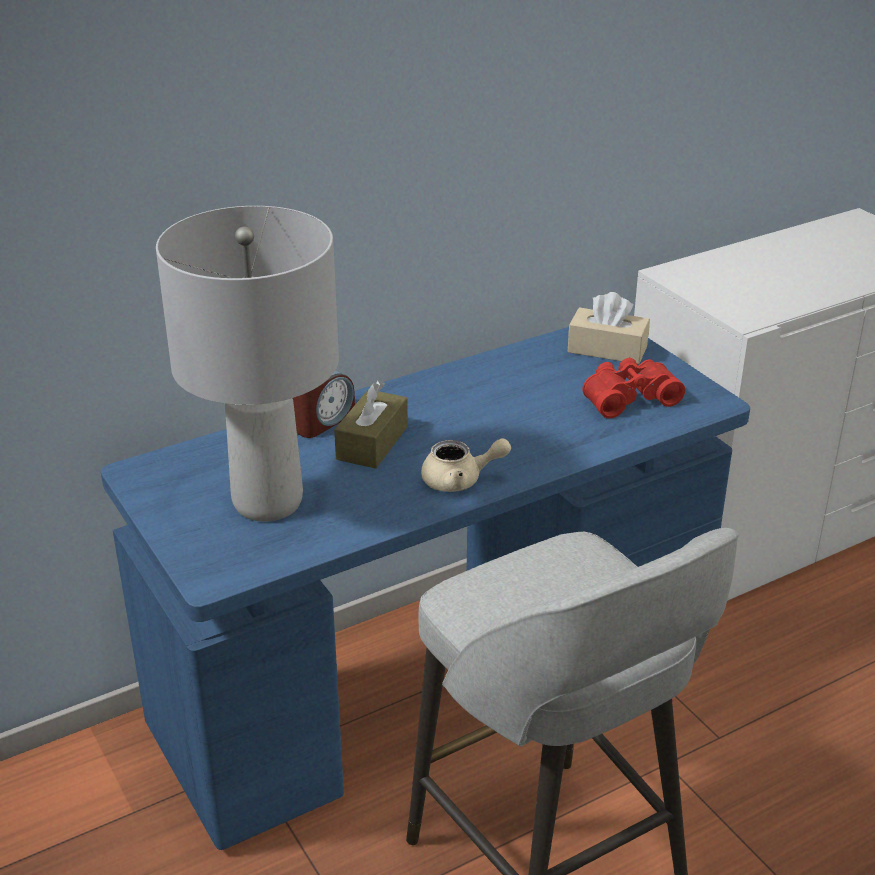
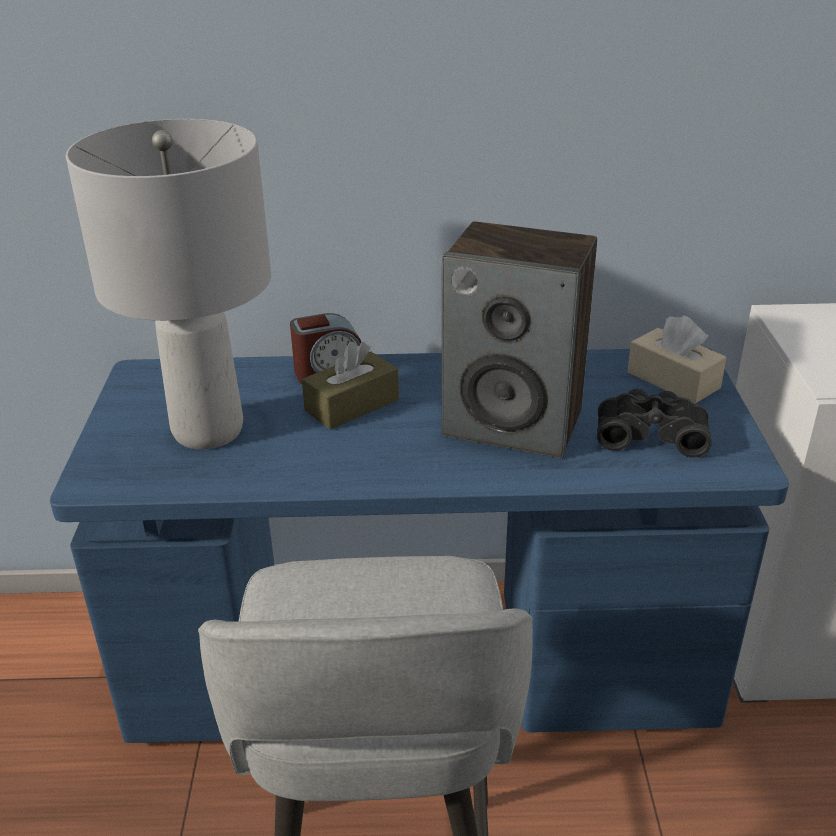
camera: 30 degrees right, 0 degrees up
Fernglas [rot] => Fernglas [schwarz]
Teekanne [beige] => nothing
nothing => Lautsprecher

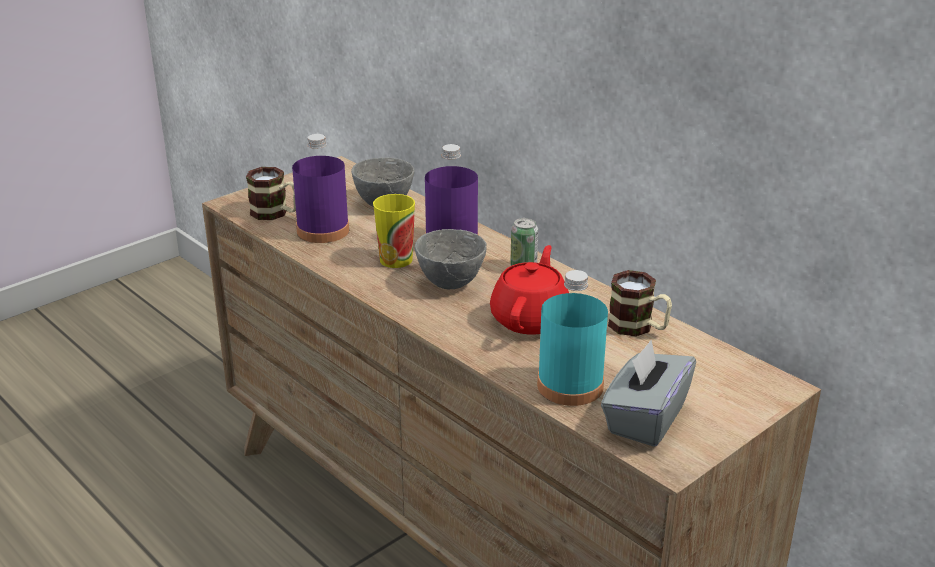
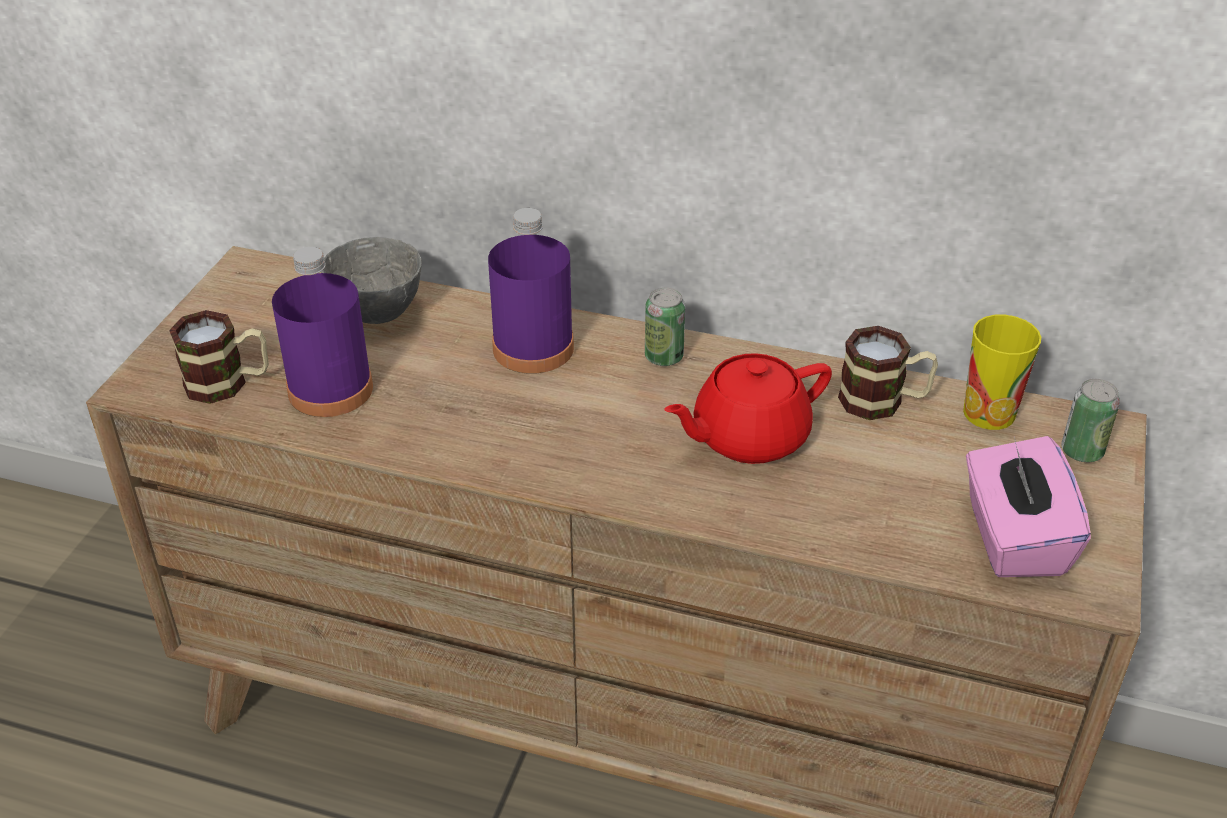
camera: 30 degrees left, 10 degrees up
Tasse, shifted
Schüssel [grau] (no. 2 from left) => nothing
Teekanne [rot], 105 degrees counterclockwise
Flasche [türkis] => nothing
Taschentuchbox [grau] => Taschentuchbox [rosa]
nothing => Dose (no. 2 from left)

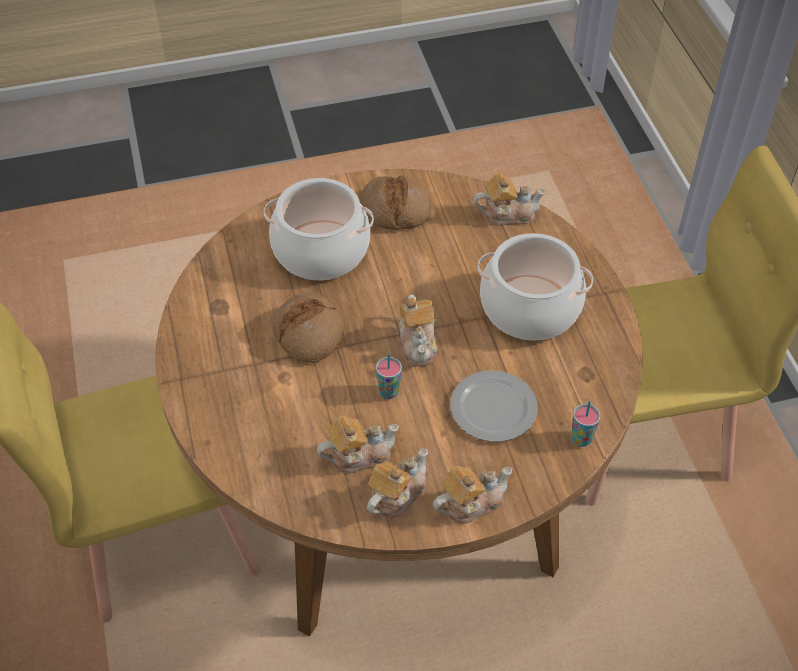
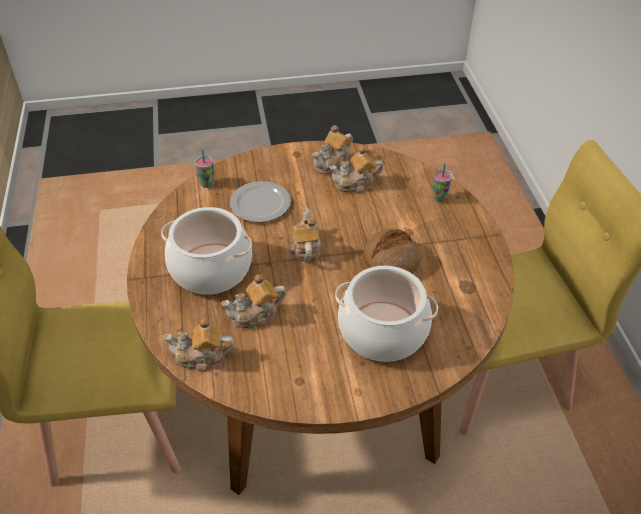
camera: 175 degrees left, 5 degrees down
Brot (no. 2 from left) => nothing
Tasse (no. 1 from left in the first image) => Tasse (no. 2 from left), shifted
Teekanne (no. 4 from left in the first image) => Teekanne (no. 2 from left), shifted

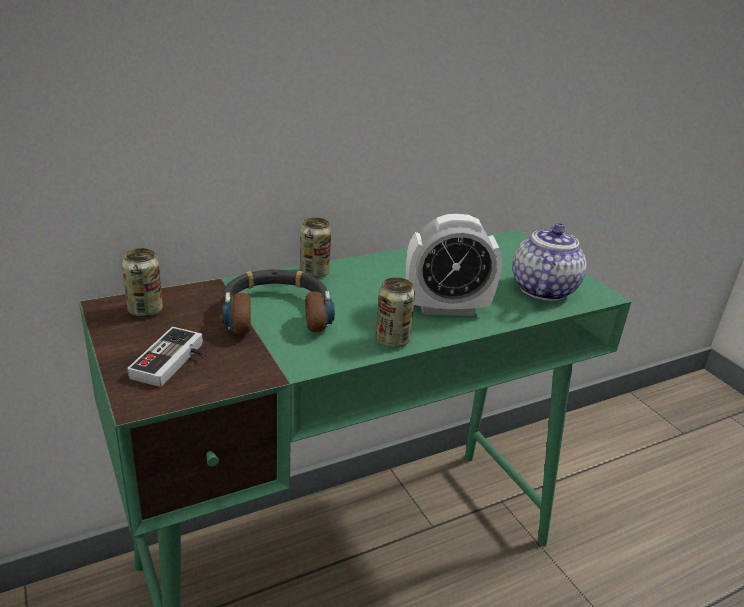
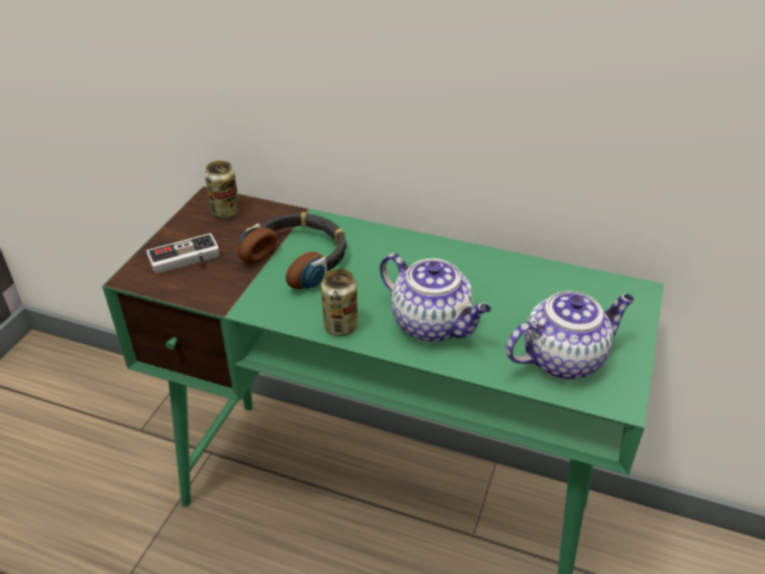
camera: 50 degrees right, 10 degrees up
Wecker => Teekanne (no. 1 from left)
Dose (no. 2 from left) => nothing

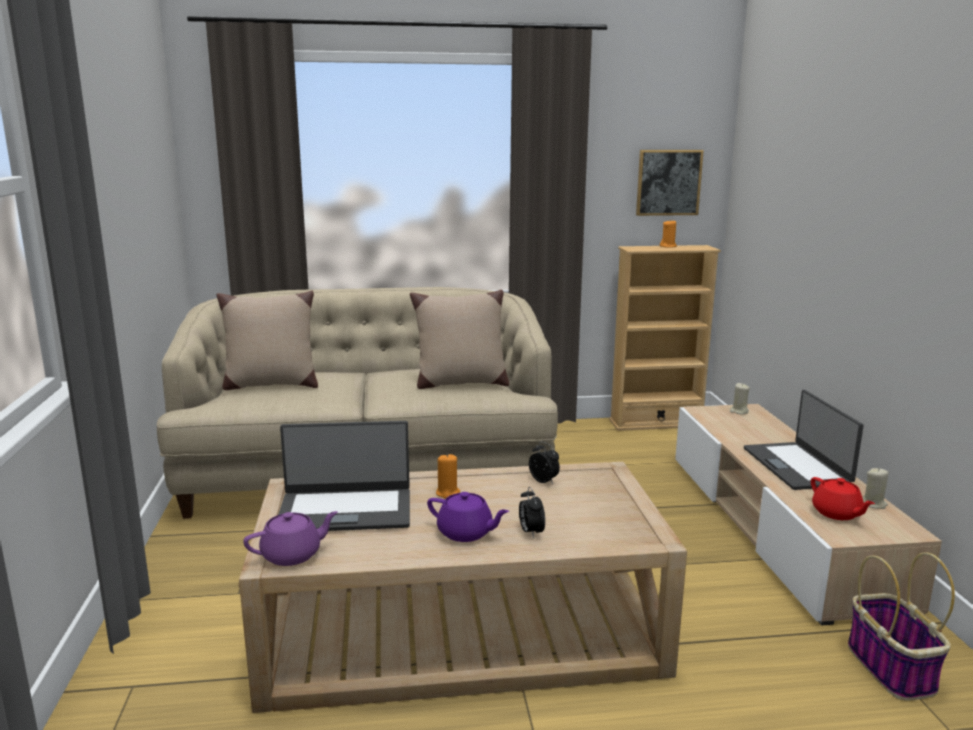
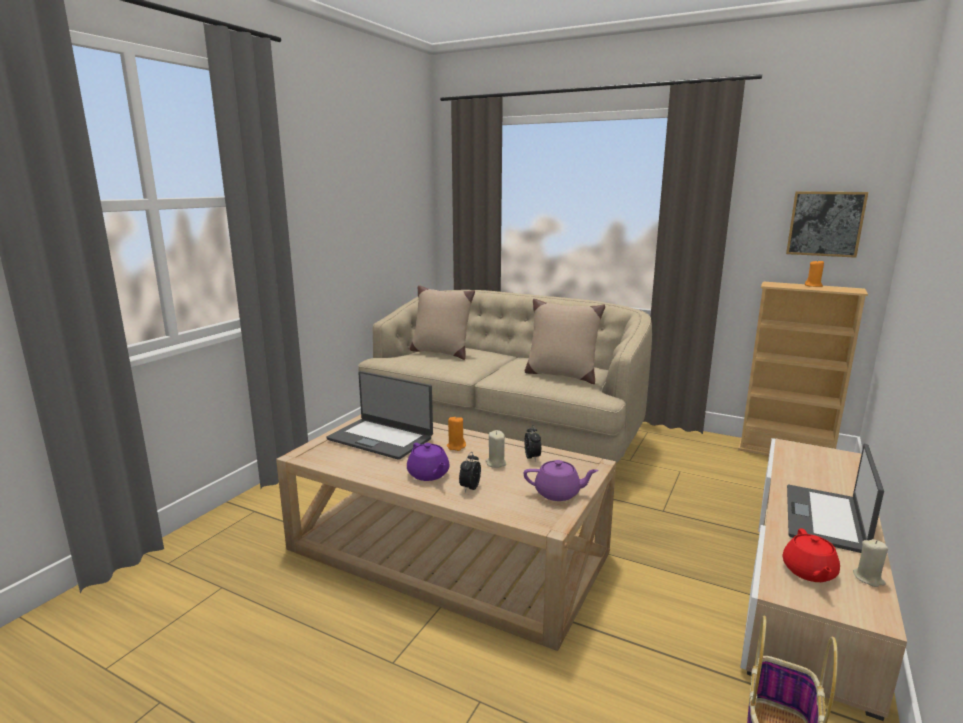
camera: 35 degrees right, 0 degrees up
Kerze [beige] (no. 1 from left), shifted
Teekanne [lila] (no. 1 from left in the first image) => Teekanne [lila] (no. 2 from left), shifted

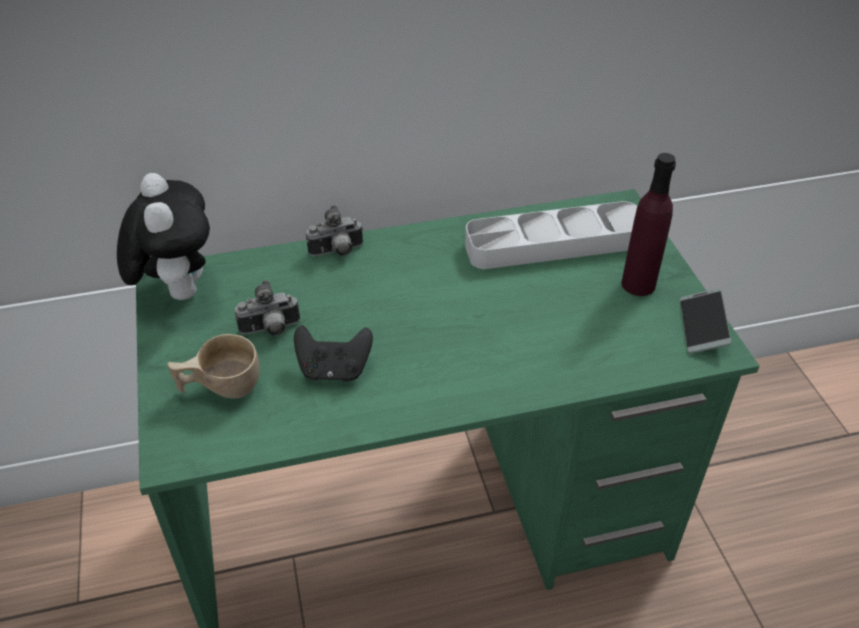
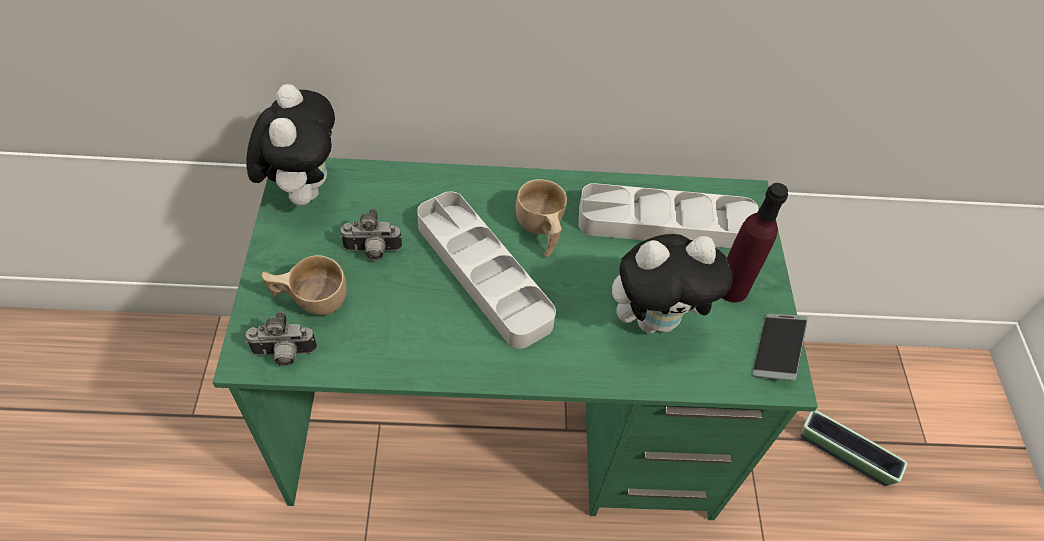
camera: 10 degrees right, 10 degrees up
Kamera (no. 2 from left in the first image) => Kamera (no. 1 from left), shifted
Gamepad [schwarz] => nothing
nothing => Tasse [beige] (no. 2 from left)
nothing => Tablett [grau] (no. 1 from left)
nothing => Plüschtier (no. 2 from left)
nothing => Pflanzkübel

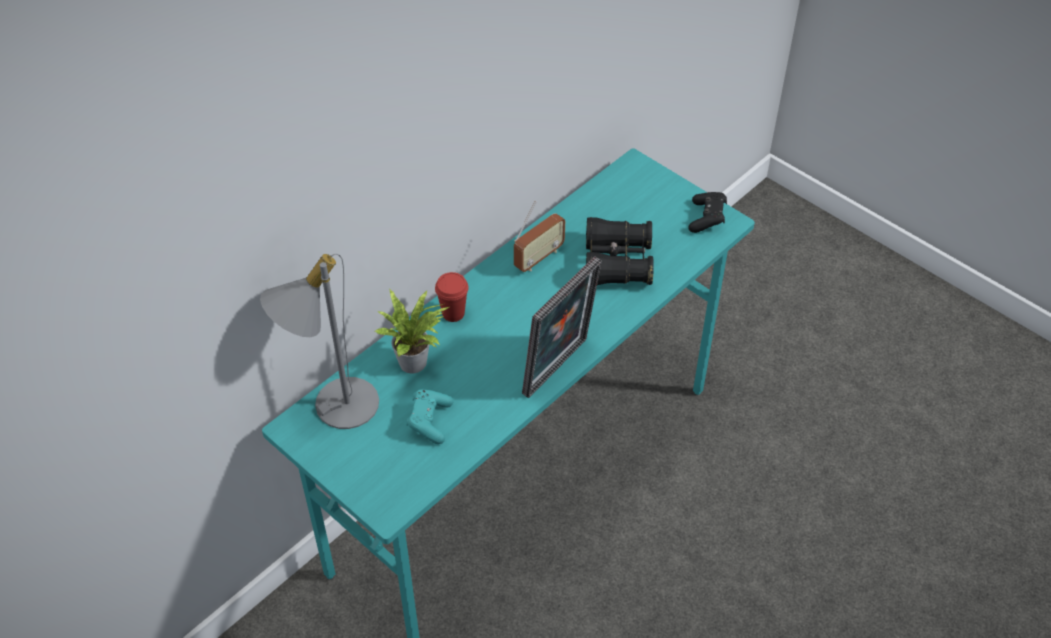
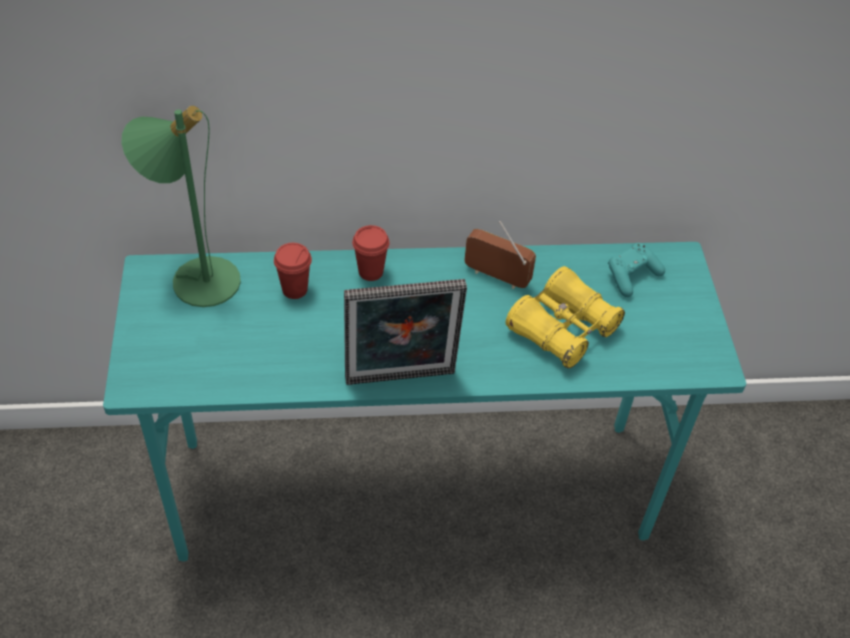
camera: 40 degrees right, 0 degrees up
Gamepad [schwarz] => nothing
Radio, 150 degrees counterclockwise
Fernglas [schwarz] => Fernglas [gelb]
Tischlampe [grau] => Tischlampe [grün]
Topfpflanze => Tasse [rot] (no. 1 from left)
Gamepad [türkis], shifted

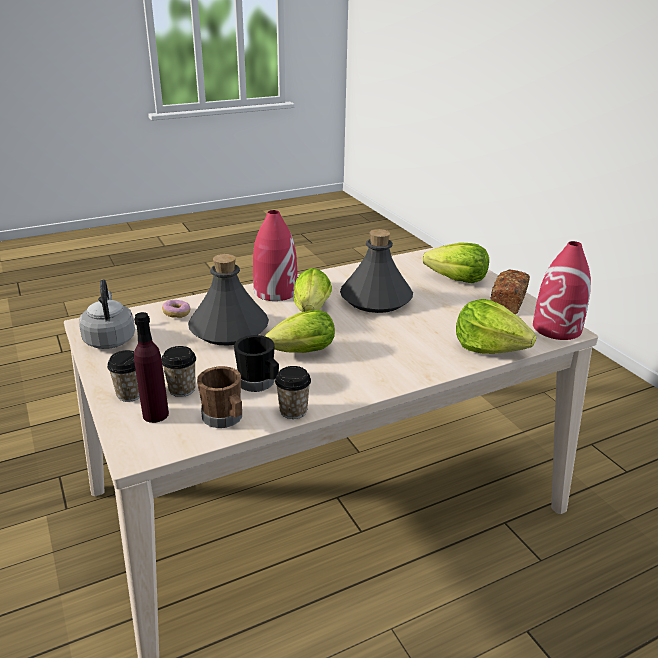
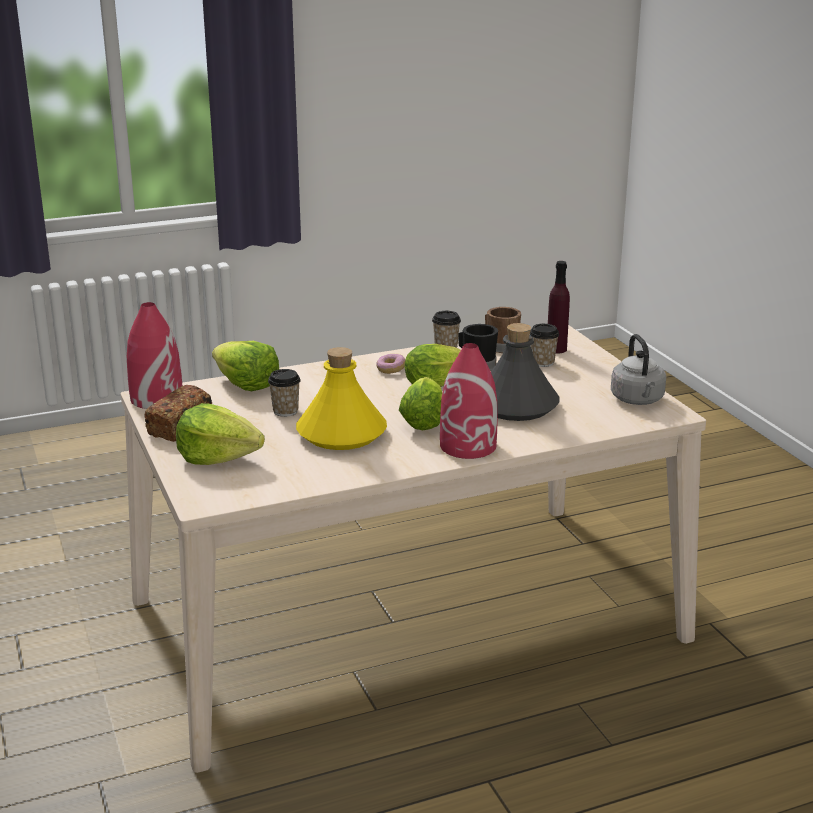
camera: 175 degrees left, 5 degrees down
Flasche [grau] (no. 2 from left) => Flasche [gelb]
Donut, shifted
Tasse (no. 1 from left), shifted

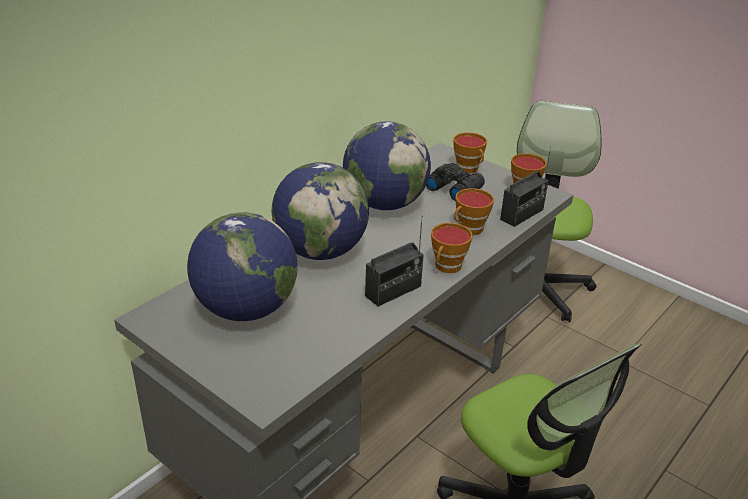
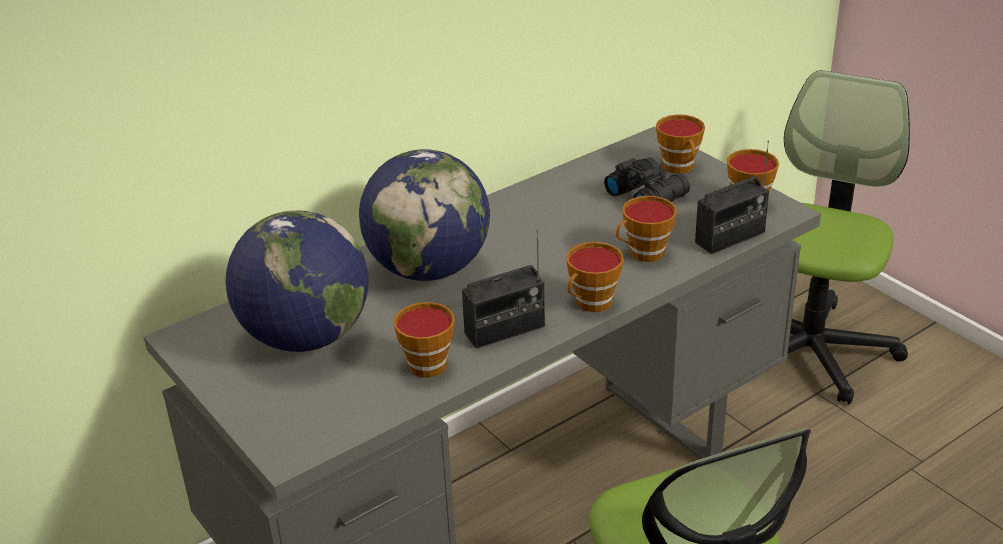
camera: 15 degrees right, 0 degrees up
Globus (no. 3 from left) => nothing
nothing => Tasse (no. 1 from left)

